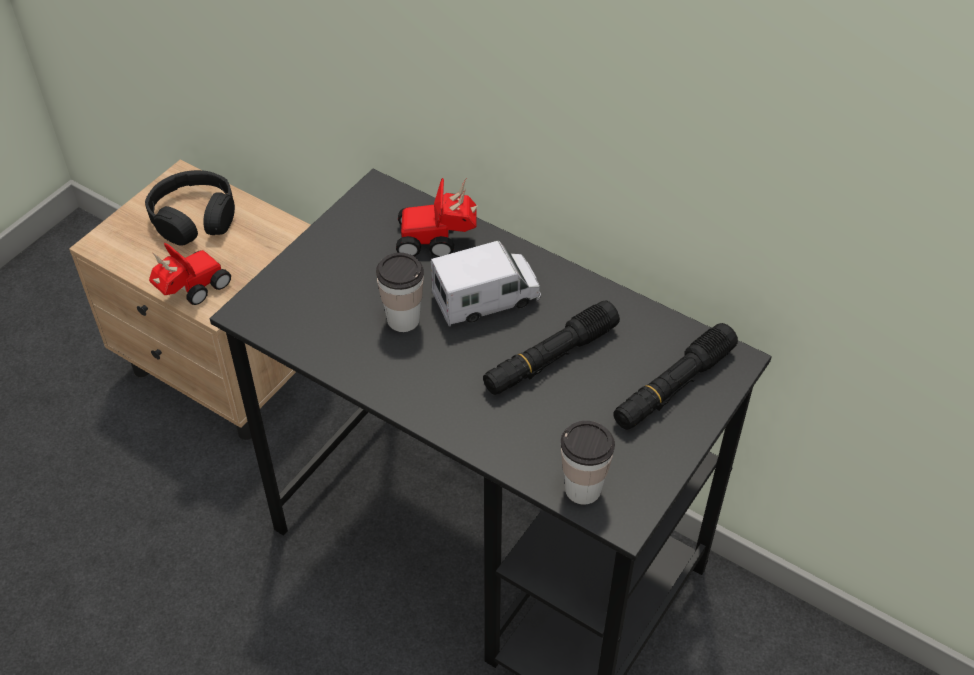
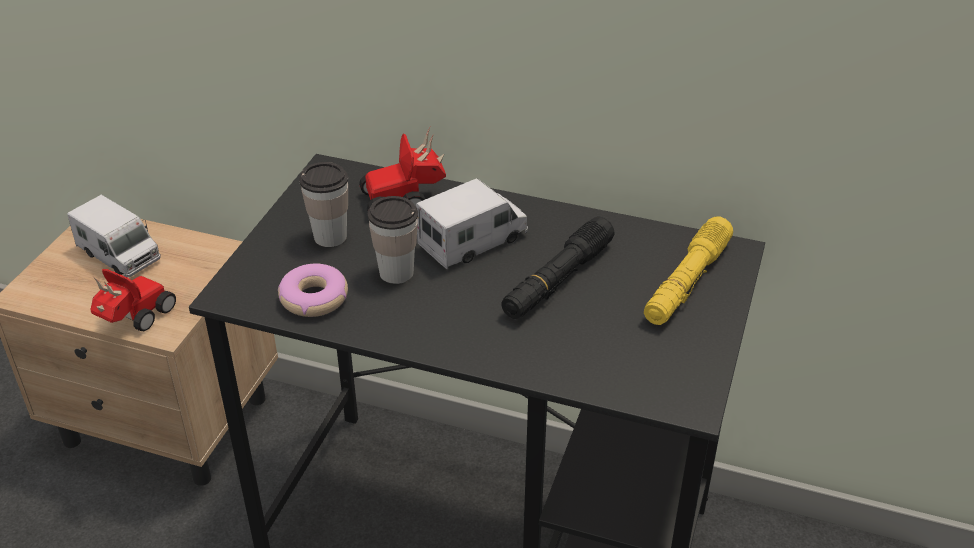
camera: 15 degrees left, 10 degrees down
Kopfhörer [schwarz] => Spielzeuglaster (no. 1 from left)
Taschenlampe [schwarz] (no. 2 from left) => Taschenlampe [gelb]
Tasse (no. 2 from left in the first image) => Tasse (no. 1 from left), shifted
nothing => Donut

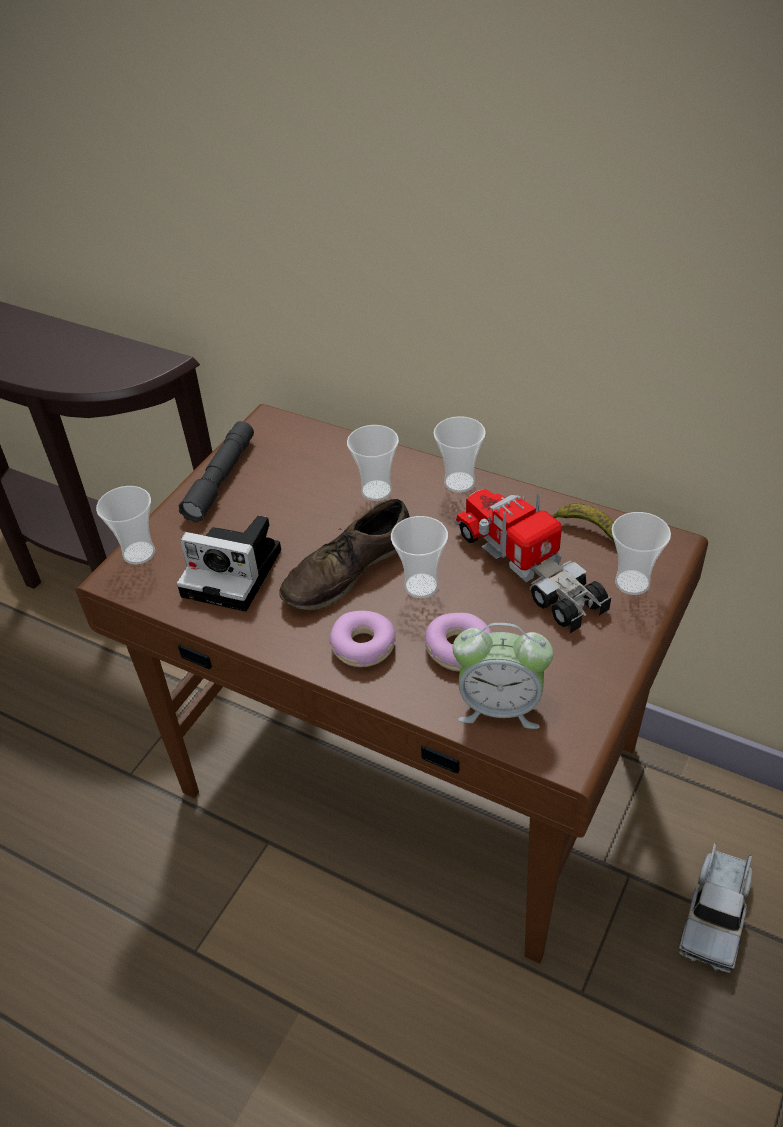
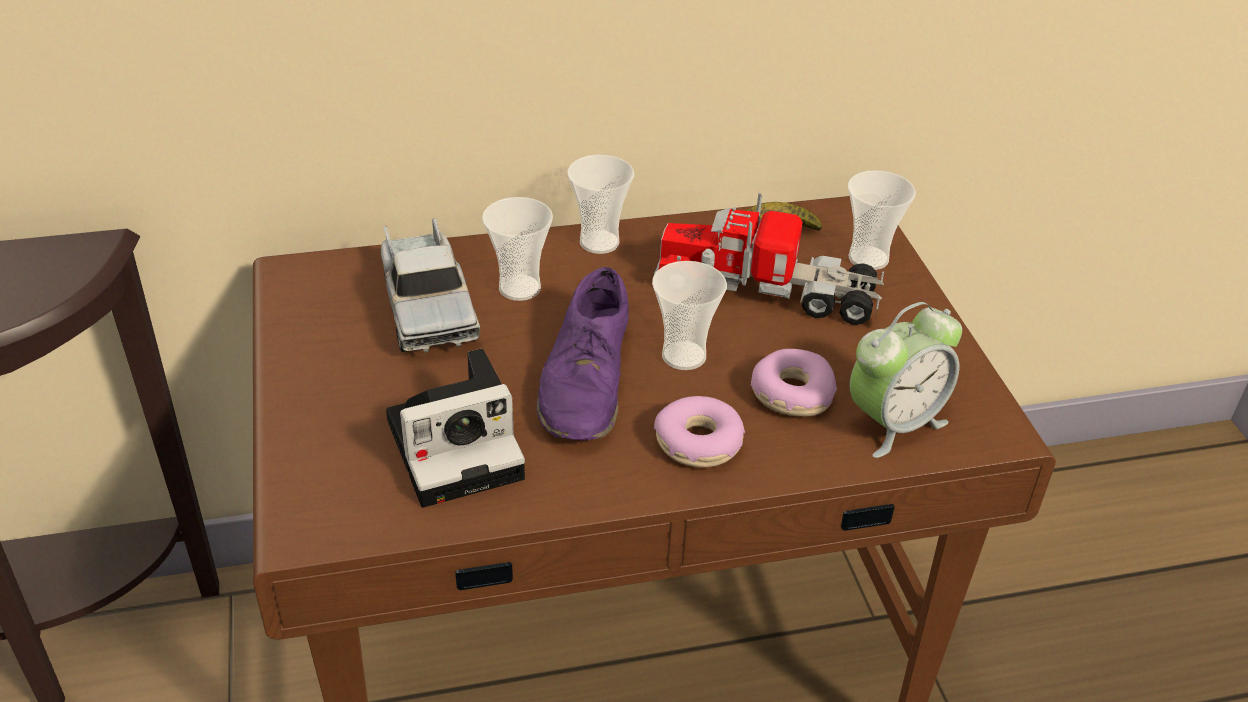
camera: 45 degrees left, 5 degrees down
Taschenlampe [grau] => nothing
Tasse (no. 1 from left) => nothing
Schuh [braun] => Schuh [lila]
Spielzeuglaster (no. 2 from left in the first image) => Spielzeuglaster (no. 1 from left), shifted

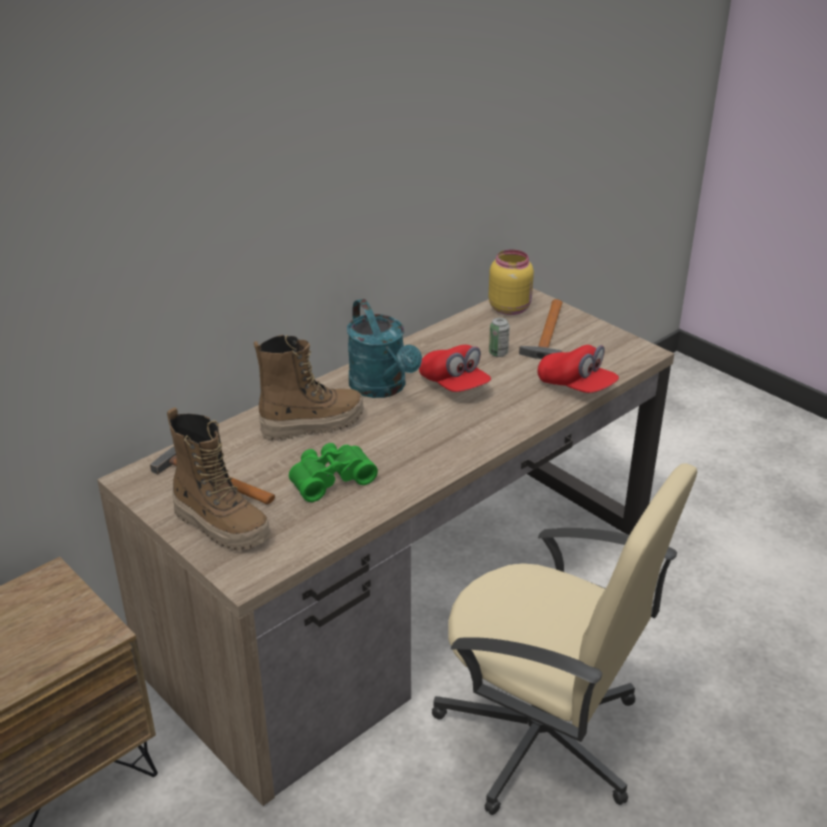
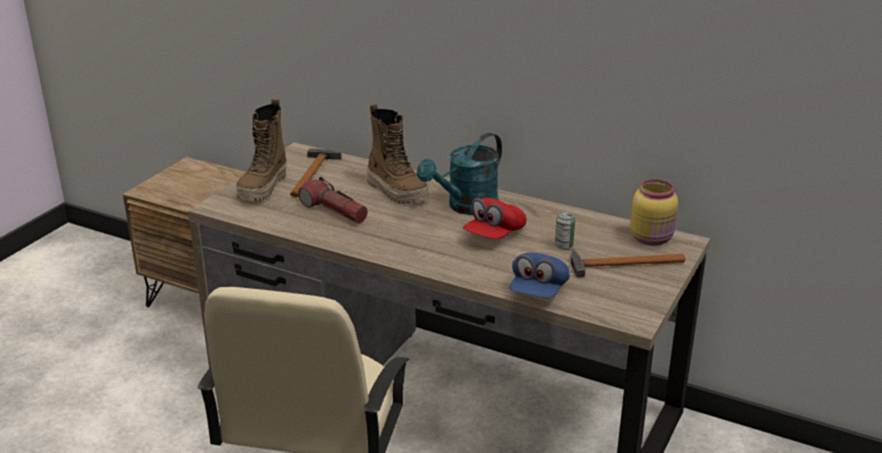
camera: 70 degrees right, 5 degrees down
Kappe [rot] (no. 2 from left) => Kappe [blau]
Fernglas [grün] => Taschenlampe

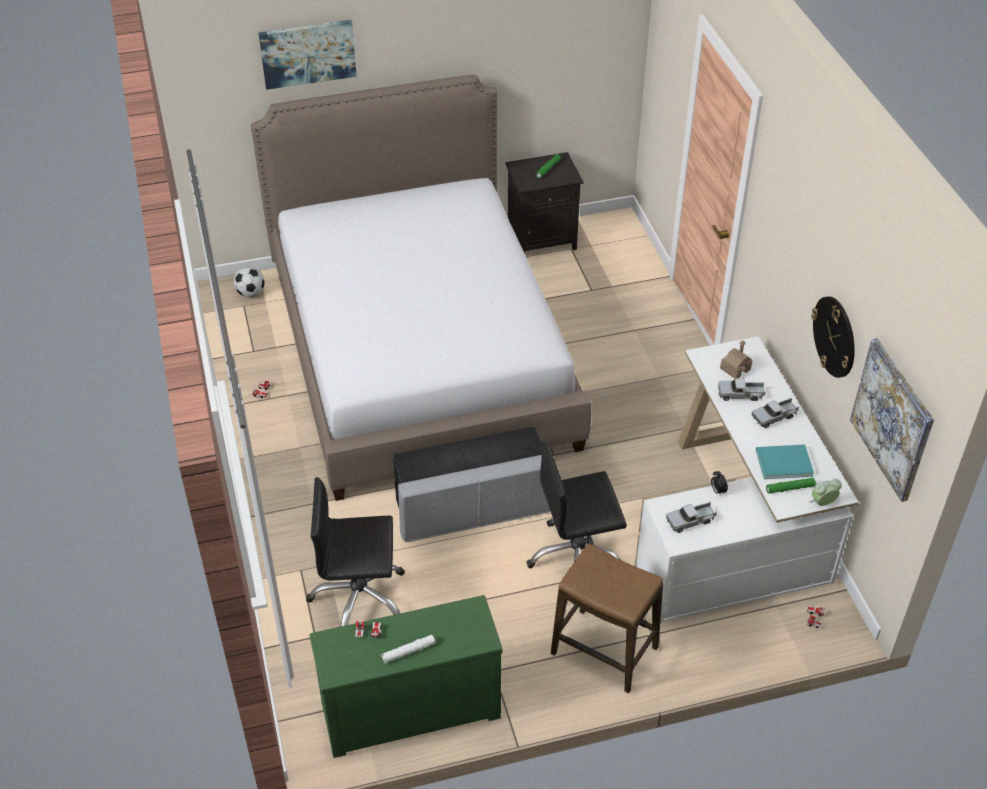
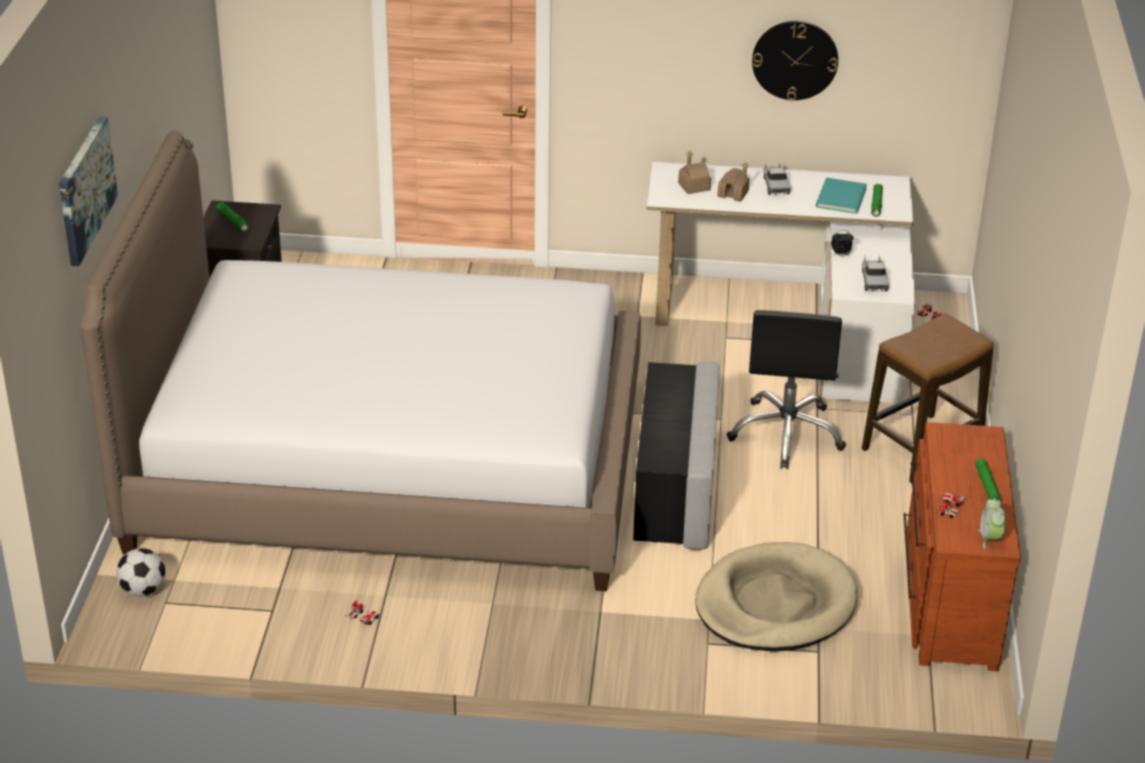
camera: 70 degrees left, 10 degrees down
Bild (no. 2 from left) => nothing
Spielzeuglaster (no. 2 from left) => Spielzeughaus (no. 2 from left)
Bürostuhl [schwarz] (no. 1 from left) => Hundebett [beige]
Wecker (no. 2 from left), shifted
Kommode [grün] => Kommode [braun]
Taschenlampe [weiß] => Taschenlampe [grün] (no. 3 from left)

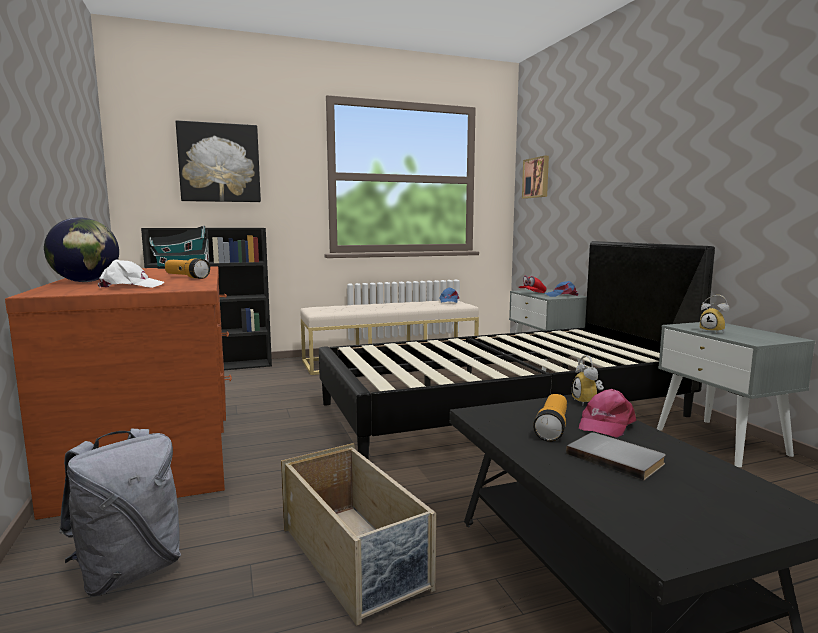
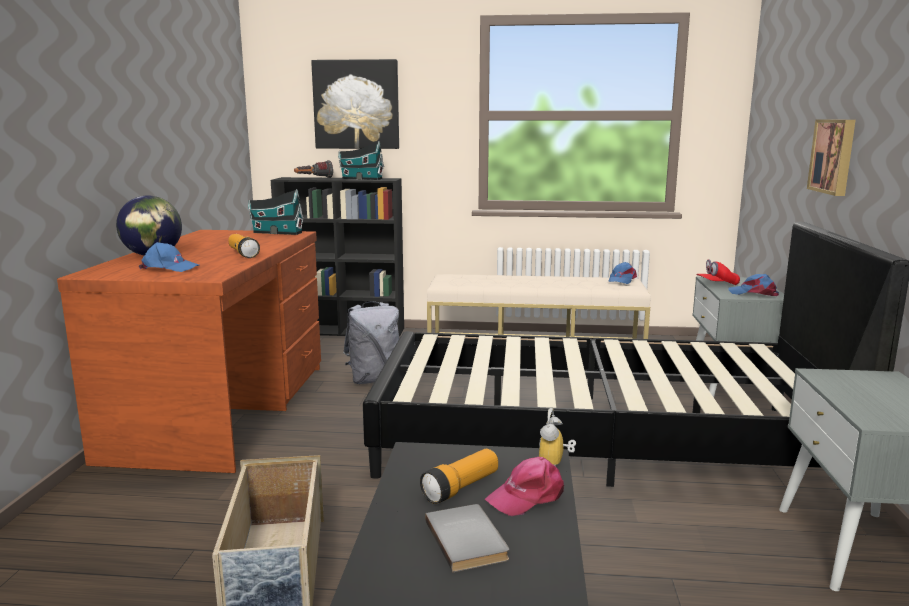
camera: 25 degrees right, 5 degrees up
Bild (no. 2 from left), shifted
Kappe [weiß] => Kappe [blau] (no. 1 from left)
Wecker (no. 2 from left) => nothing
Rucksack [grau], shifted
nothing => Spielzeughaus (no. 2 from left)
nothing => Taschenlampe (no. 2 from left)

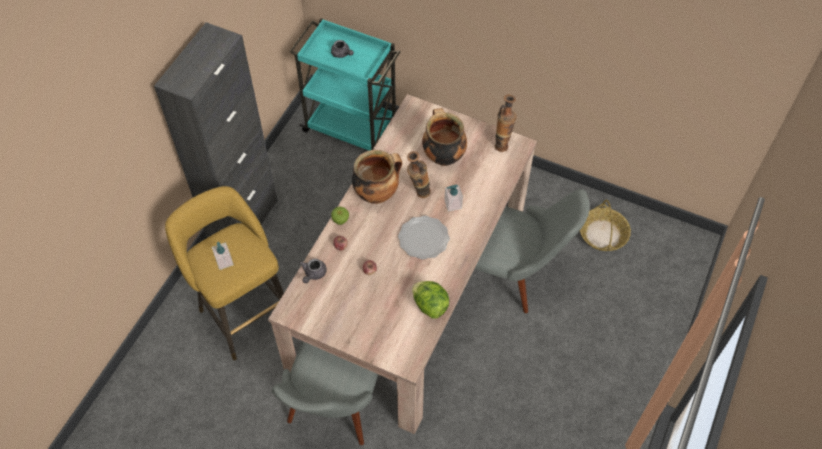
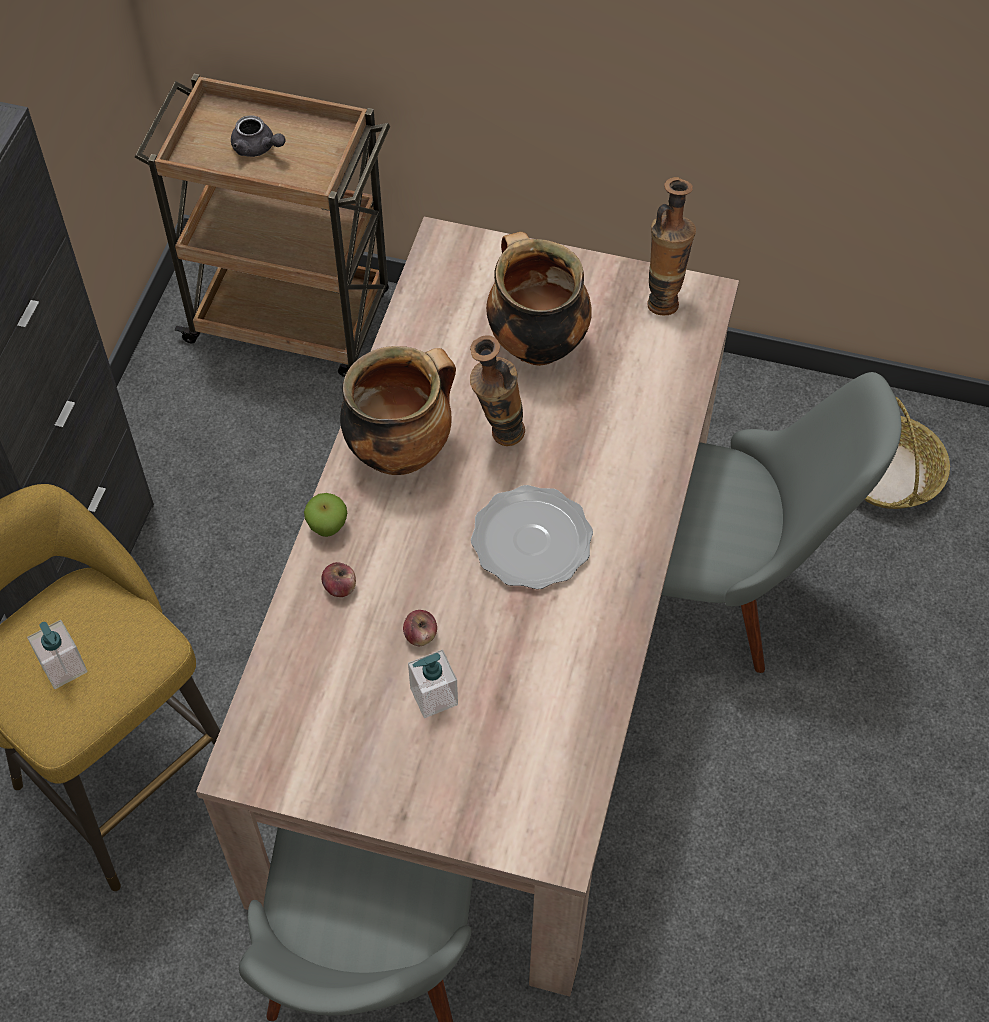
camera: 10 degrees left, 0 degrees up
Rollwagen [türkis] => Rollwagen [braun]
Seifenspender (no. 2 from left), shifted
Teekanne [grau] (no. 1 from left) => nothing
Salatkopf => nothing

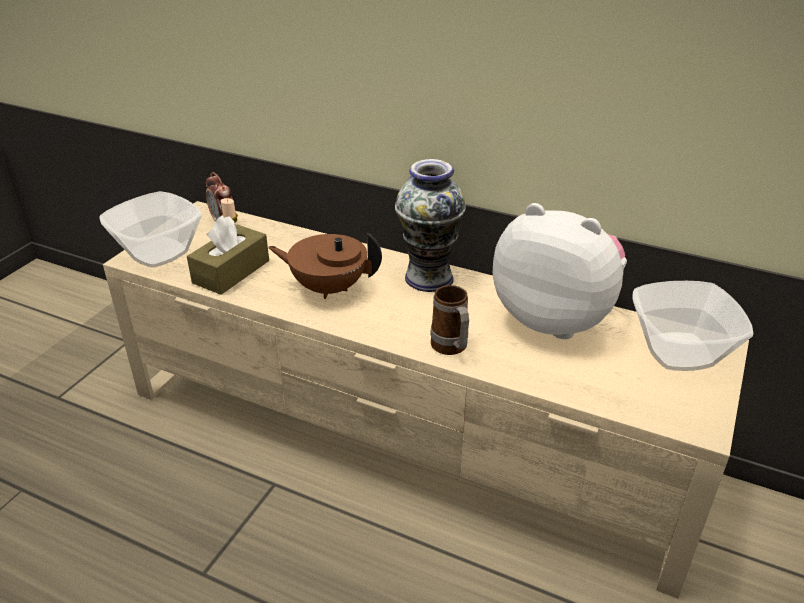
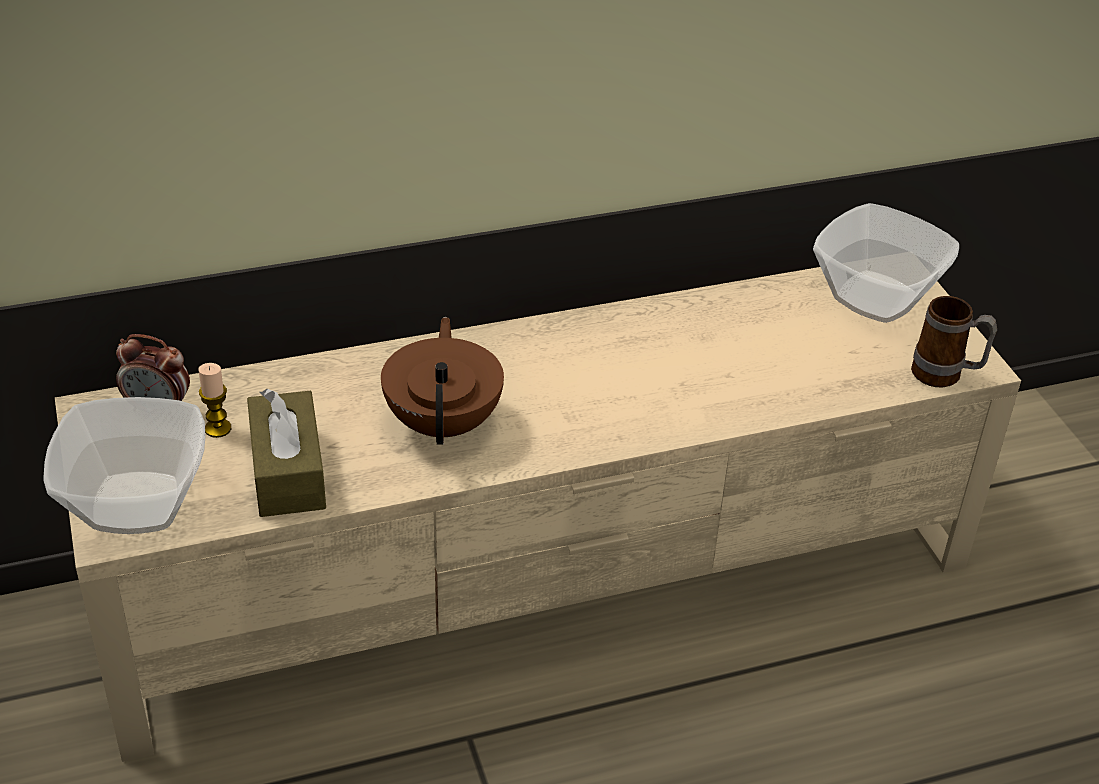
camera: 45 degrees left, 5 degrees up
Vase => nothing
Plüschtier => nothing
Teekanne [braun], 120 degrees clockwise
Henkelbecher, shifted

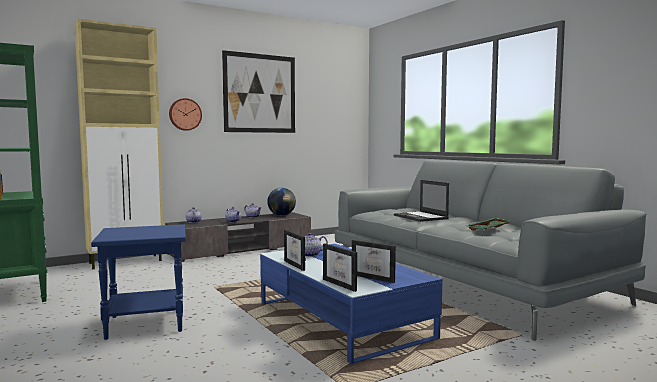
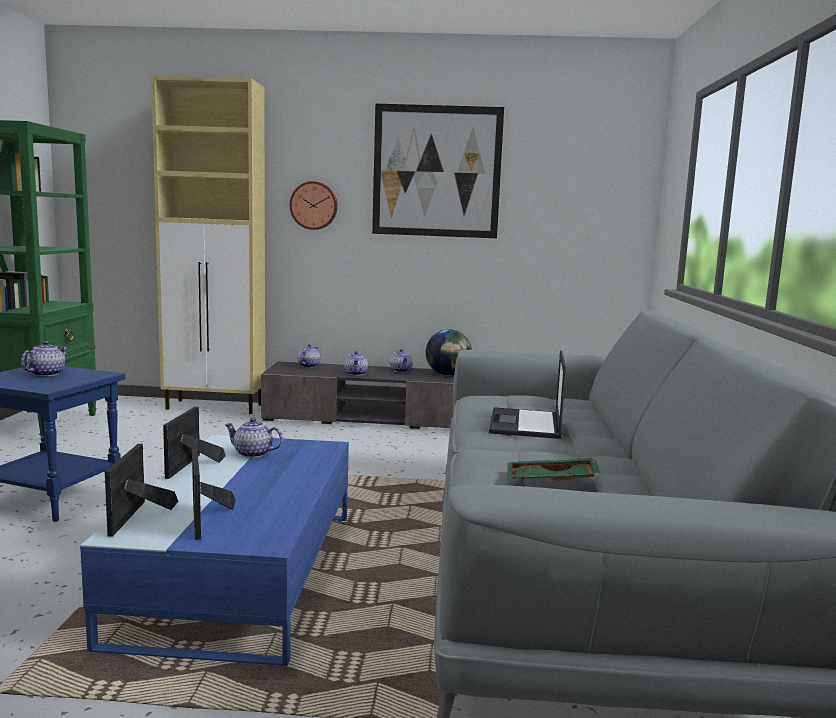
camera: 35 degrees right, 5 degrees up
nothing => Teekanne (no. 1 from left)

